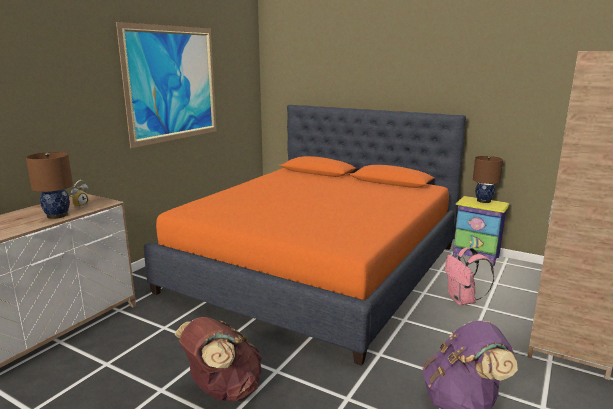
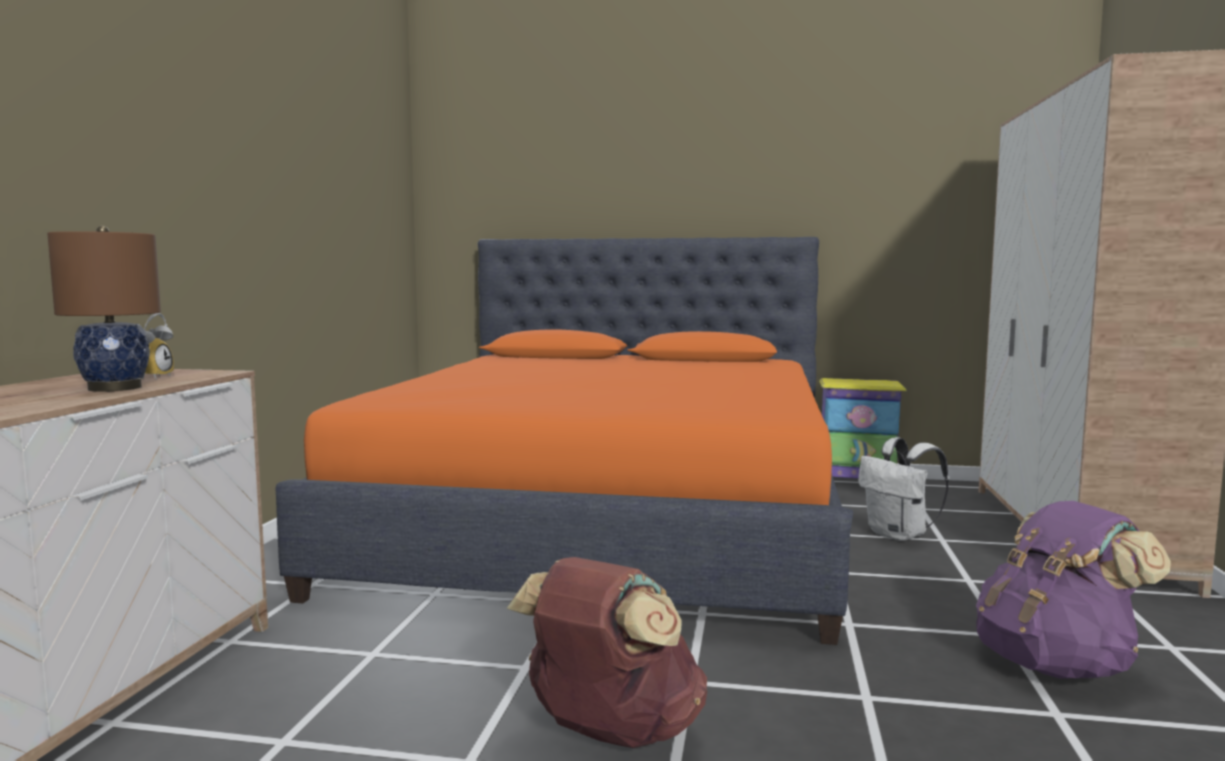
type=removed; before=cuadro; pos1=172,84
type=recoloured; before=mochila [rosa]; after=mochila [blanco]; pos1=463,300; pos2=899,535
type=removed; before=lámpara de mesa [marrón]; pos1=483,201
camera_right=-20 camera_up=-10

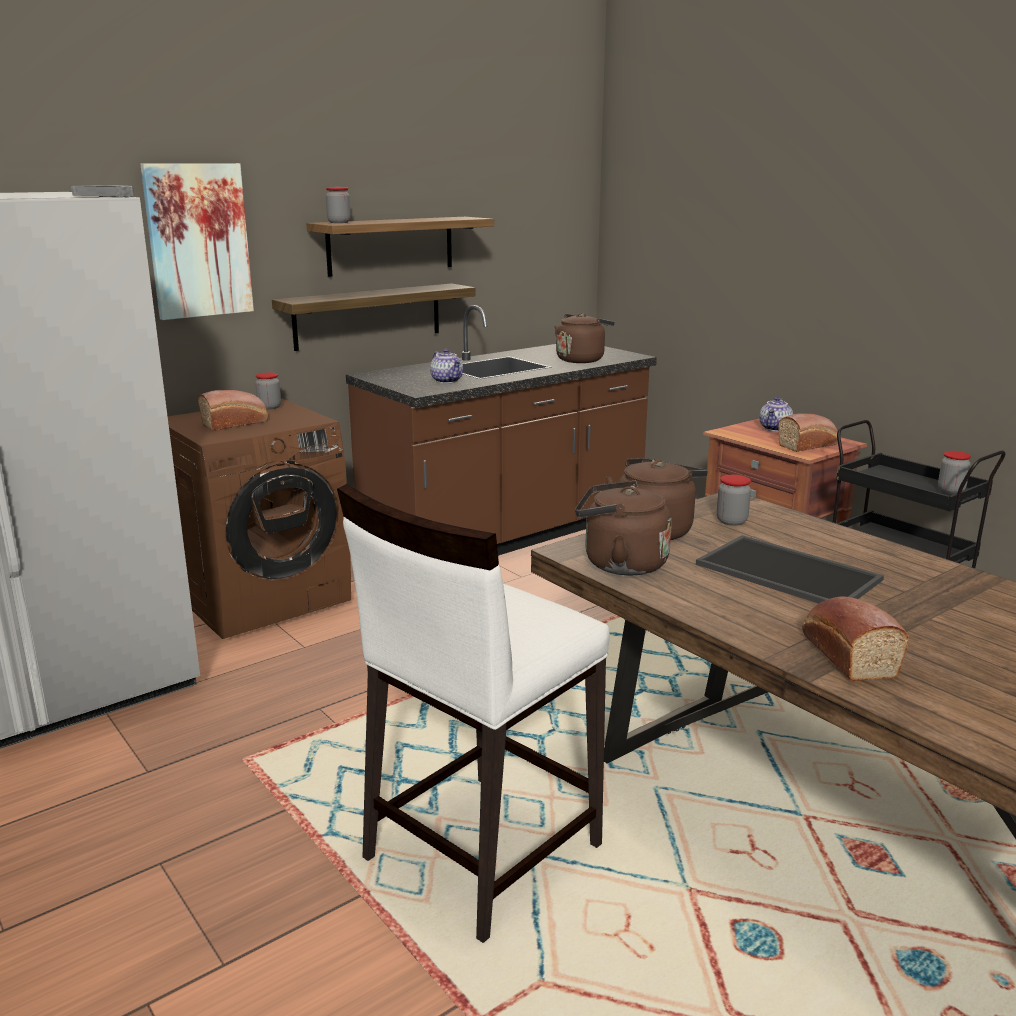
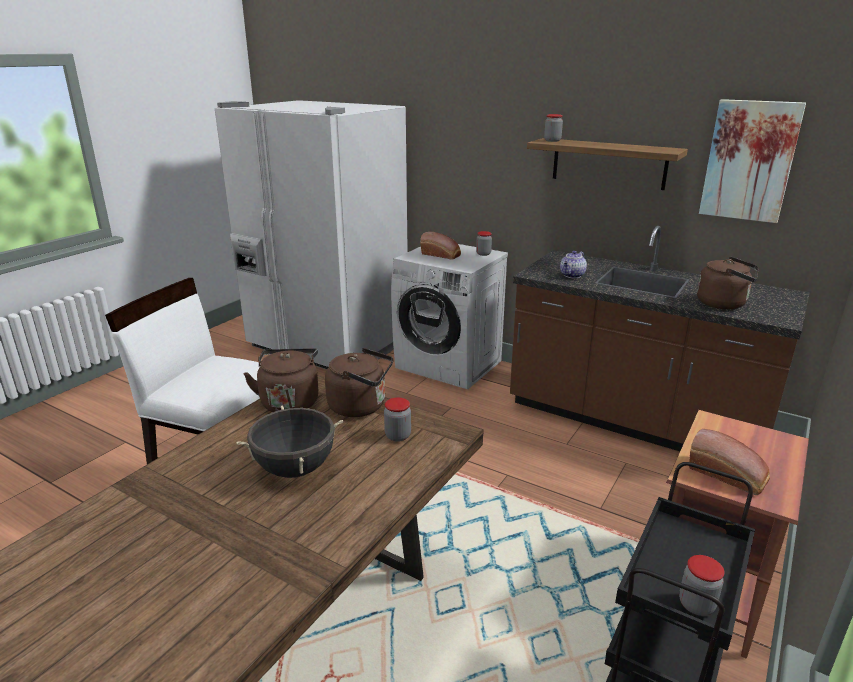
type=moved; before=cuadro; pos1=198,241; pos2=749,161
type=recoloured; before=lavadora [marrón]; after=lavadora [blanco]; pos1=265,602; pos2=449,367
type=removed; before=estante; pos1=368,316
type=replaced; before=bandeja; after=olla [negro]; pos1=790,572; pos2=295,469
type=removed; before=tetera; pos1=775,428
type=removed; before=pan; pos1=846,654
camera_right=70 camera_up=5

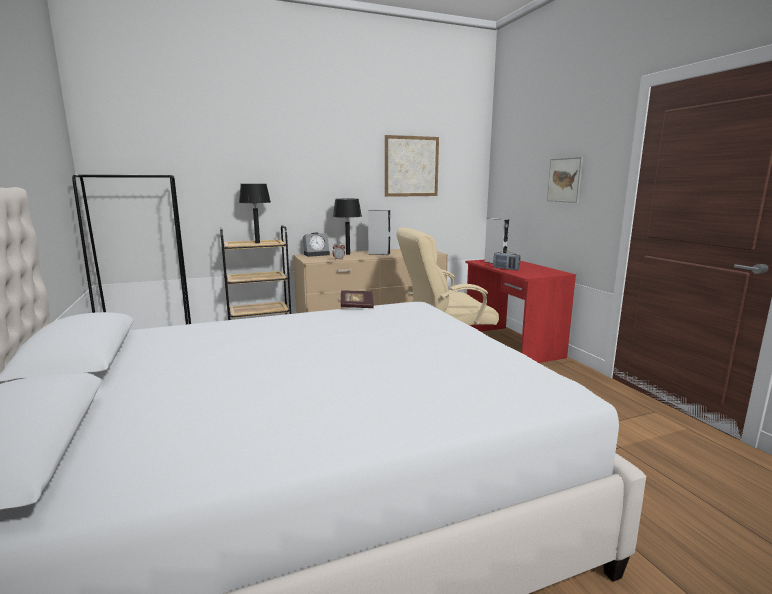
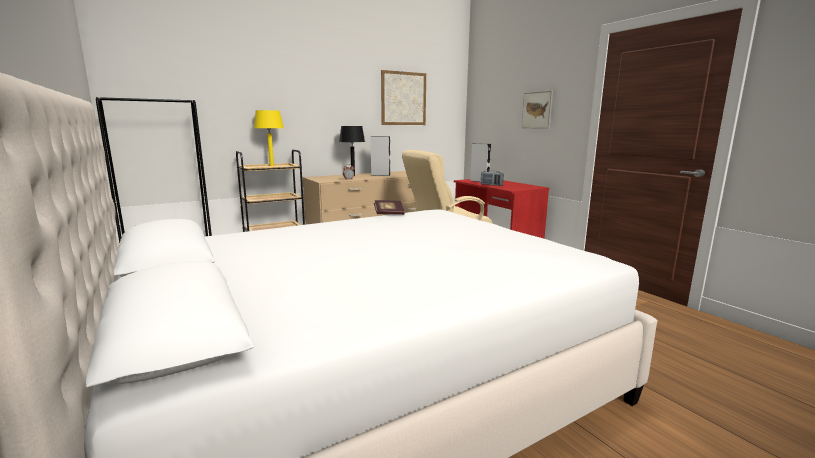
type=recoloured; before=lámpara de mesa [negro]; after=lámpara de mesa [amarillo]; pos1=257,243; pos2=271,166
type=removed; before=despertador; pos1=317,254
camera_right=-10 camera_up=0

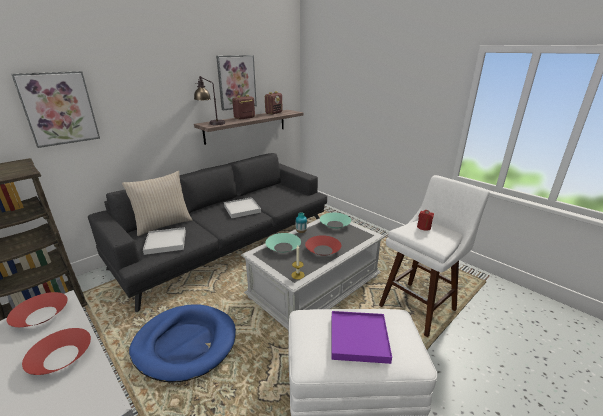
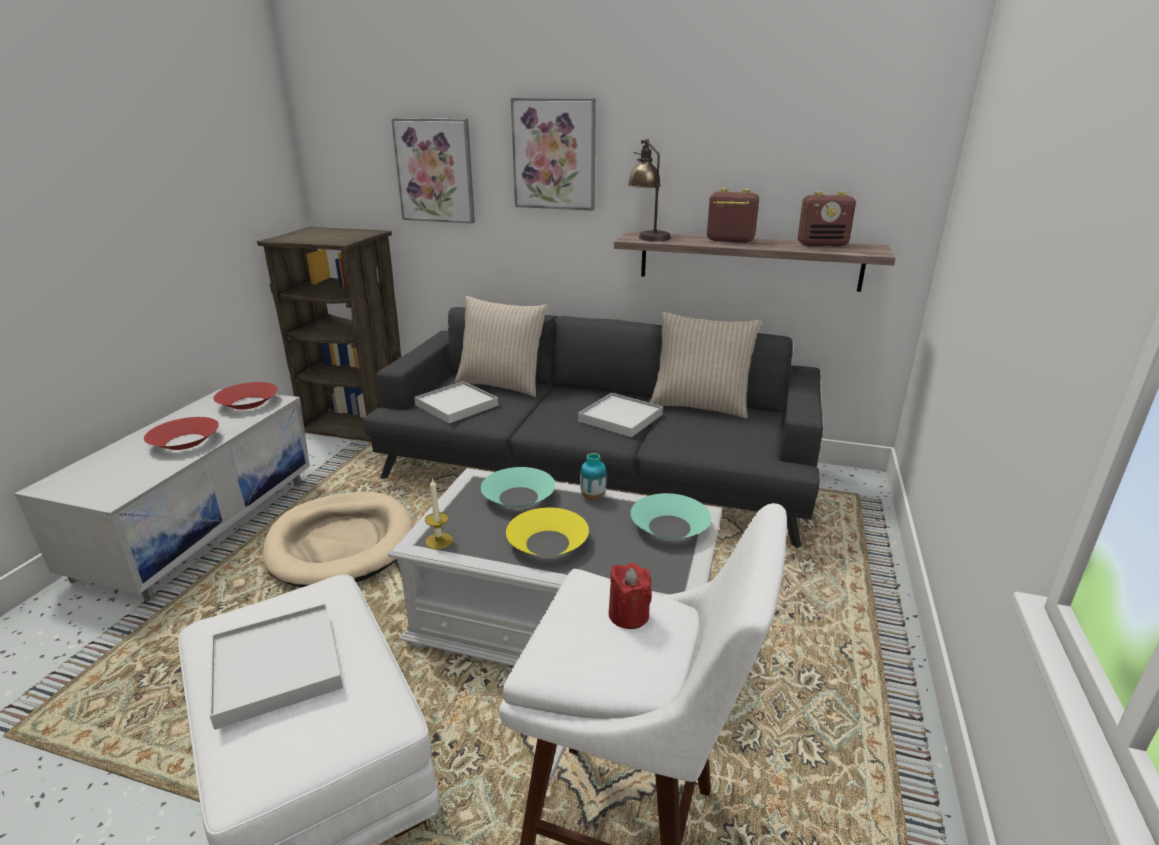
type=recoloured; before=cama para perro [azul]; after=cama para perro [beis]; pos1=185,343; pos2=341,543
type=moved; before=cuadro; pos1=236,82; pos2=554,154
type=recoloured; before=cuenco [rojo]; after=cuenco [amarillo]; pos1=322,250; pos2=547,542
type=recoloured; before=bandeja [morado]; after=bandeja [blanco]; pos1=358,338; pos2=276,667
type=added; after=cojín [beis]; pos2=700,406
camera_right=60 camera_up=0

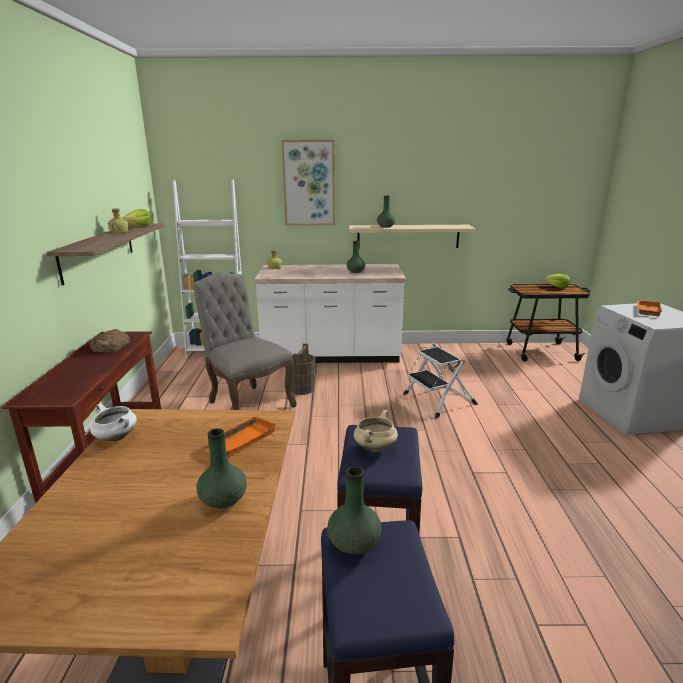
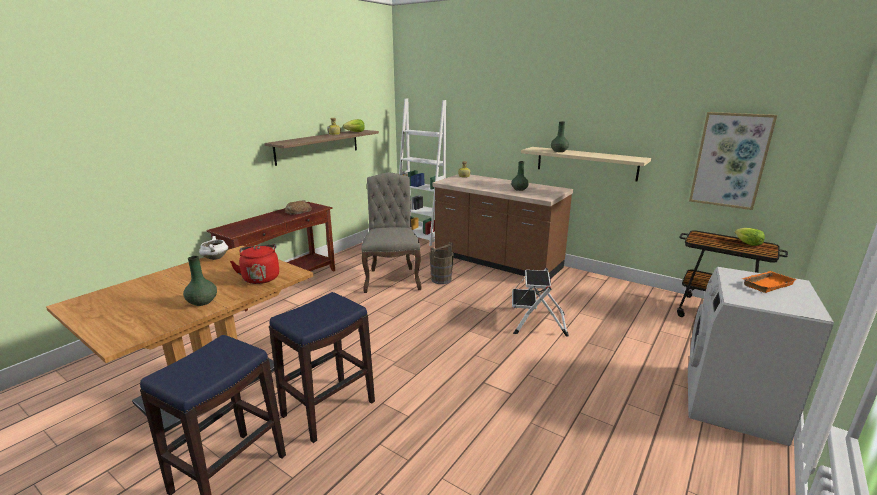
type=replaced; before=bandeja [naranja]; after=hervidor [rojo]; pos1=241,439; pos2=261,277
type=recoloured; before=mueble bajo de cocina [blanco]; after=mueble bajo de cocina [marrón]; pos1=331,355; pos2=497,262
type=moved; before=cuadro; pos1=309,183; pos2=730,160
type=removed; before=florero [verde]; pos1=355,543
type=removed; before=olla [beis]; pos1=375,447
camera_right=35 camera_up=0

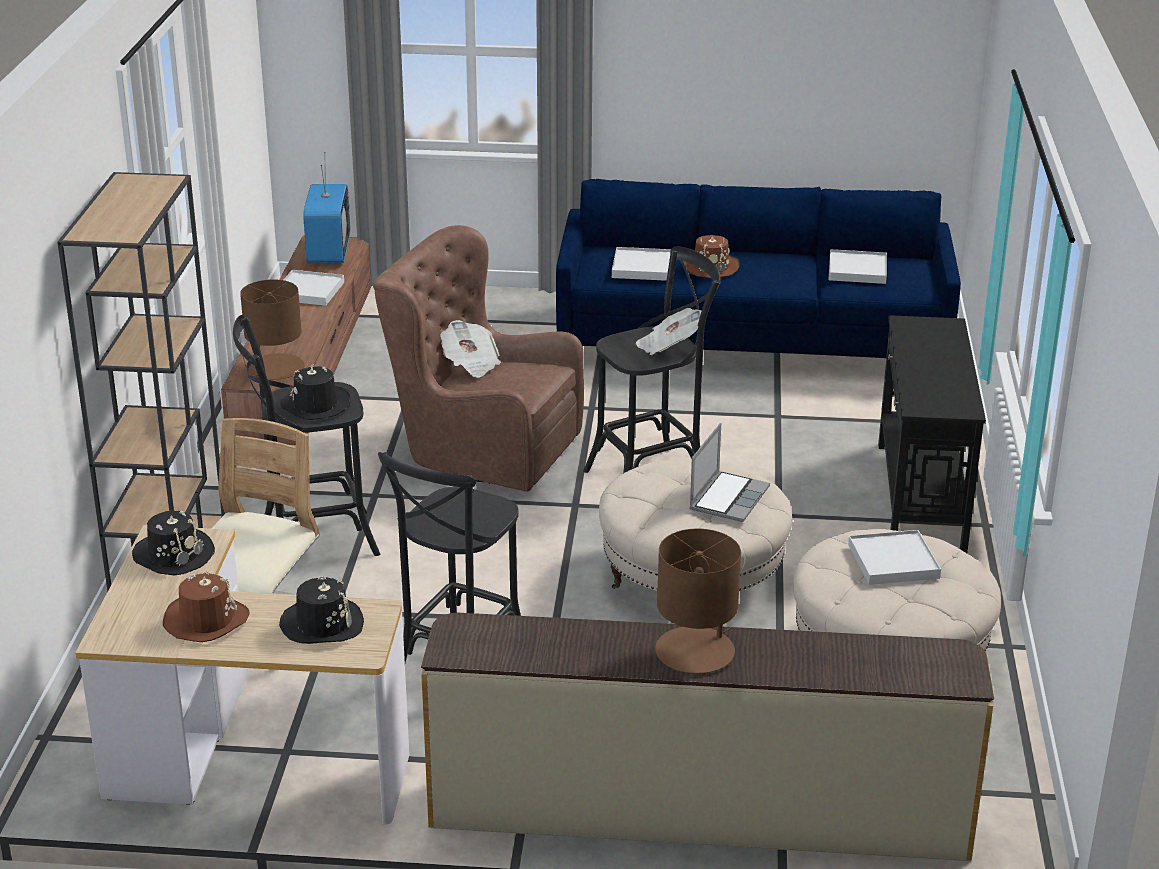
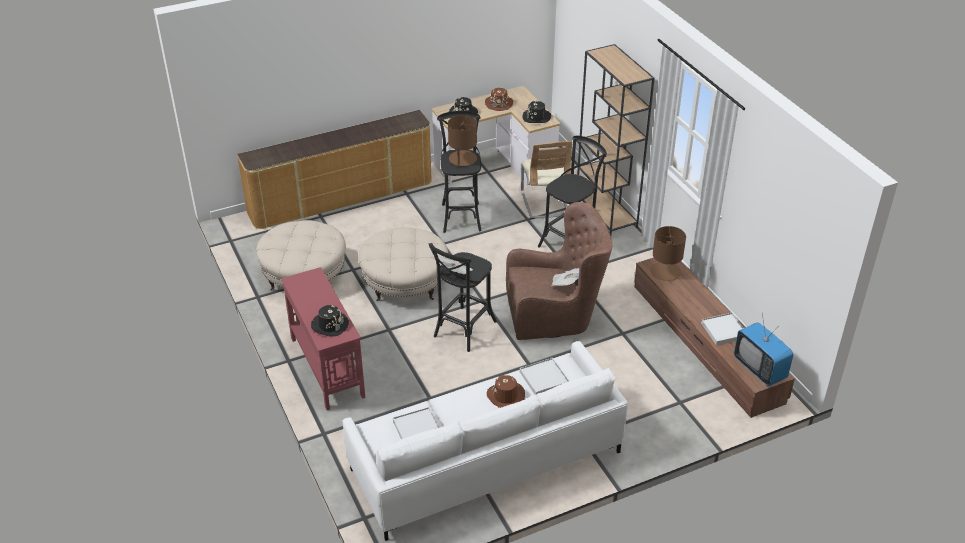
type=moved; before=sombrero [negro]; pos1=315,405; pos2=330,325
type=recoloured; before=sofá [azul]; after=sofá [blanco]; pos1=752,342; pos2=485,460
type=moved; before=lámpara de mesa [marrón]; pos1=696,651; pos2=462,159
type=removed; before=portátil; pos1=728,498
type=removed; before=bandeja [blanco]; pos1=893,561
type=recoloured; before=mesa consola [negro]; after=mesa consola [rojo]; pos1=919,497; pos2=327,366
camera_right=150 camera_up=10

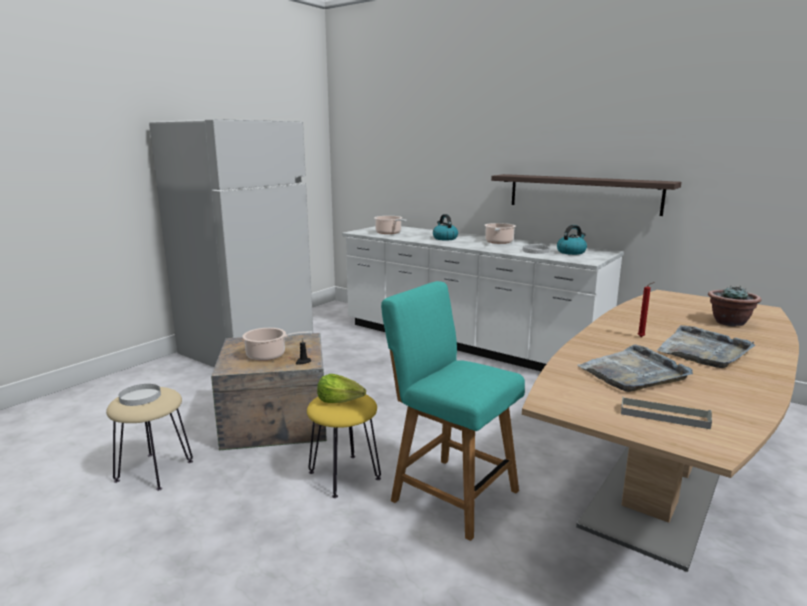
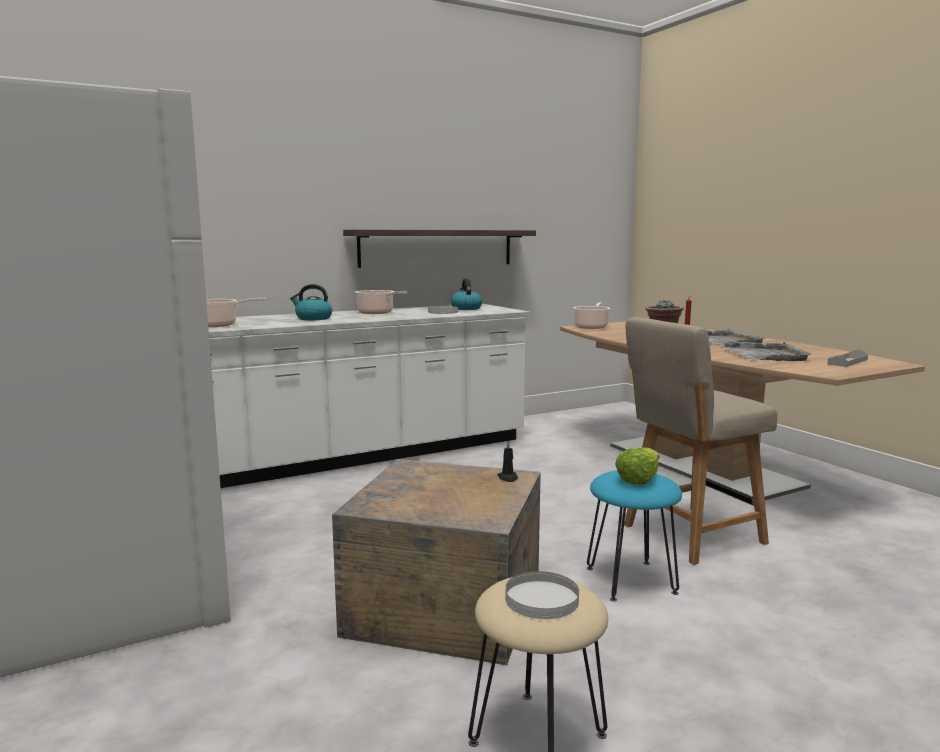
type=moved; before=olla; pos1=269,355; pos2=591,327
type=recoloured; before=taburete [amarillo]; after=taburete [turquesa]; pos1=344,475; pos2=630,580
type=recoloured; before=silla [turquesa]; after=silla [beis]; pos1=450,493; pos2=688,535
camera_right=-65 camera_up=-5

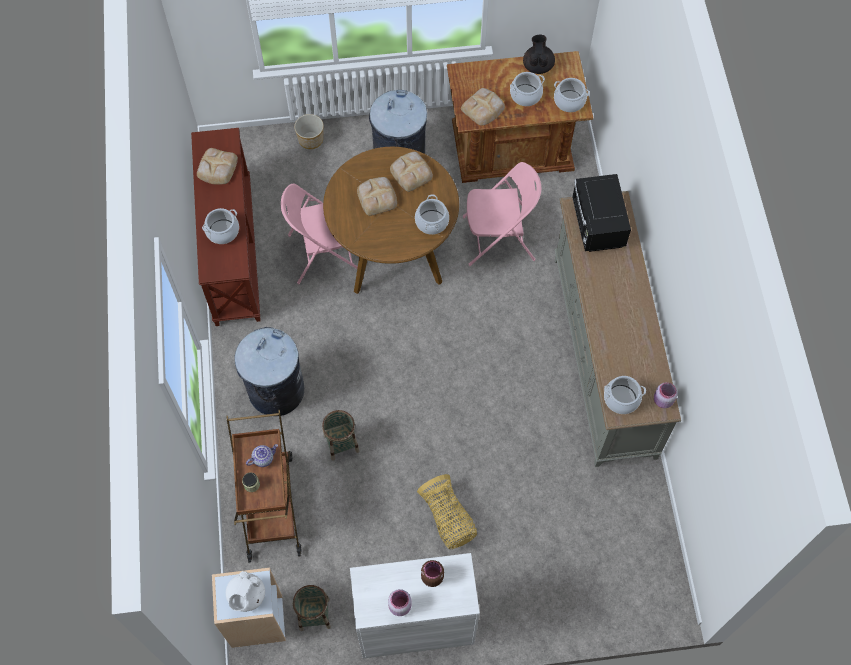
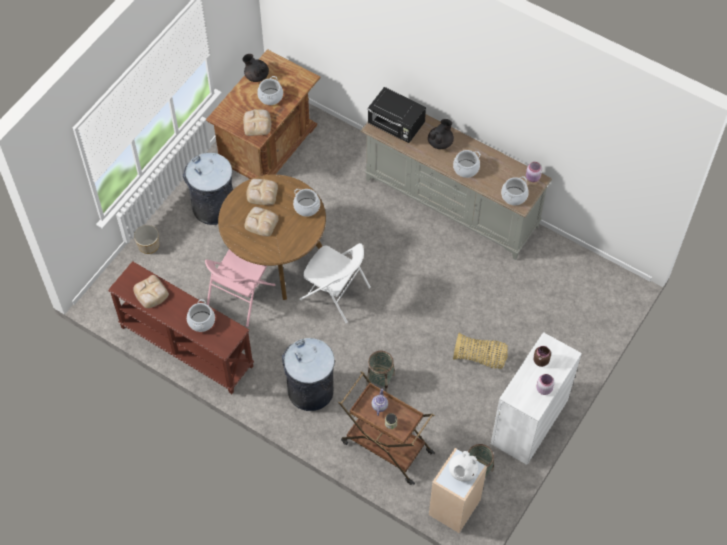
type=turned; before=tetera [blanco]; pos1=246,596; pos2=462,472; turn=60
type=removed; before=silla [rosa]; pos1=498,238
type=moved; before=olla; pos1=569,101; pos2=466,168
type=added; after=silla [blanco]; pos2=335,293
type=added; after=tetera [negro]; pos2=440,142
camera_right=-50 camera_up=-5

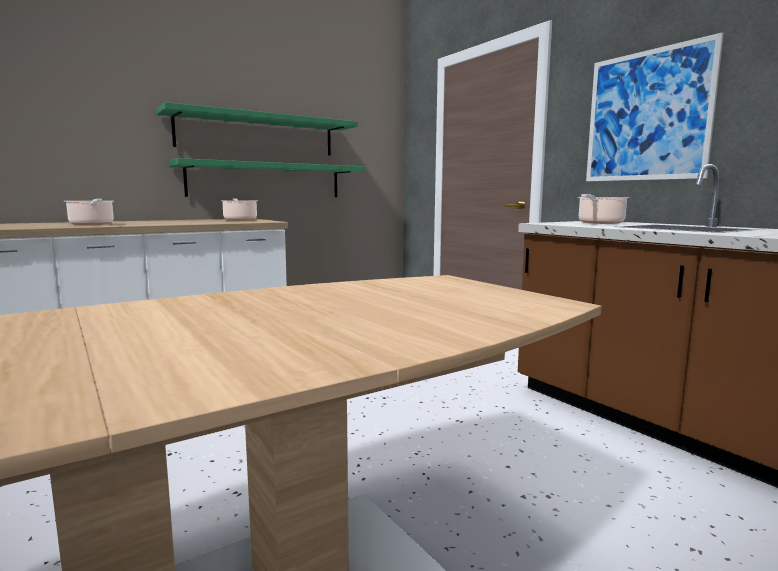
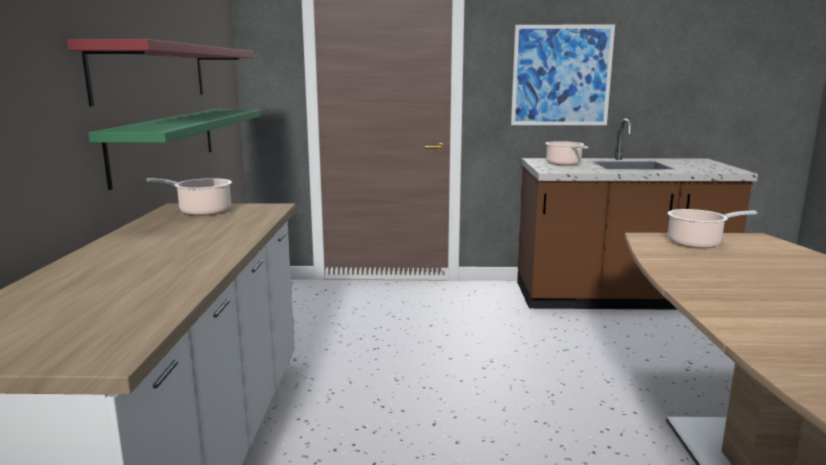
type=moved; before=olla; pos1=92,224; pos2=697,243
type=recoloured; before=estante [verde]; after=estante [rojo]; pos1=257,134; pos2=154,73
camera_right=-55 camera_up=5

